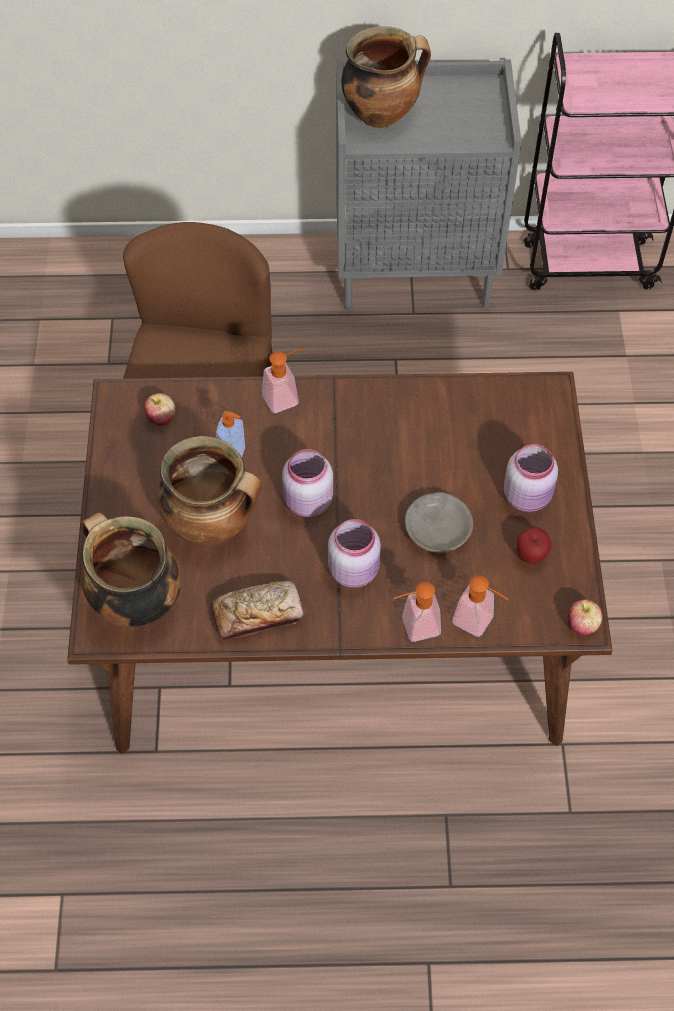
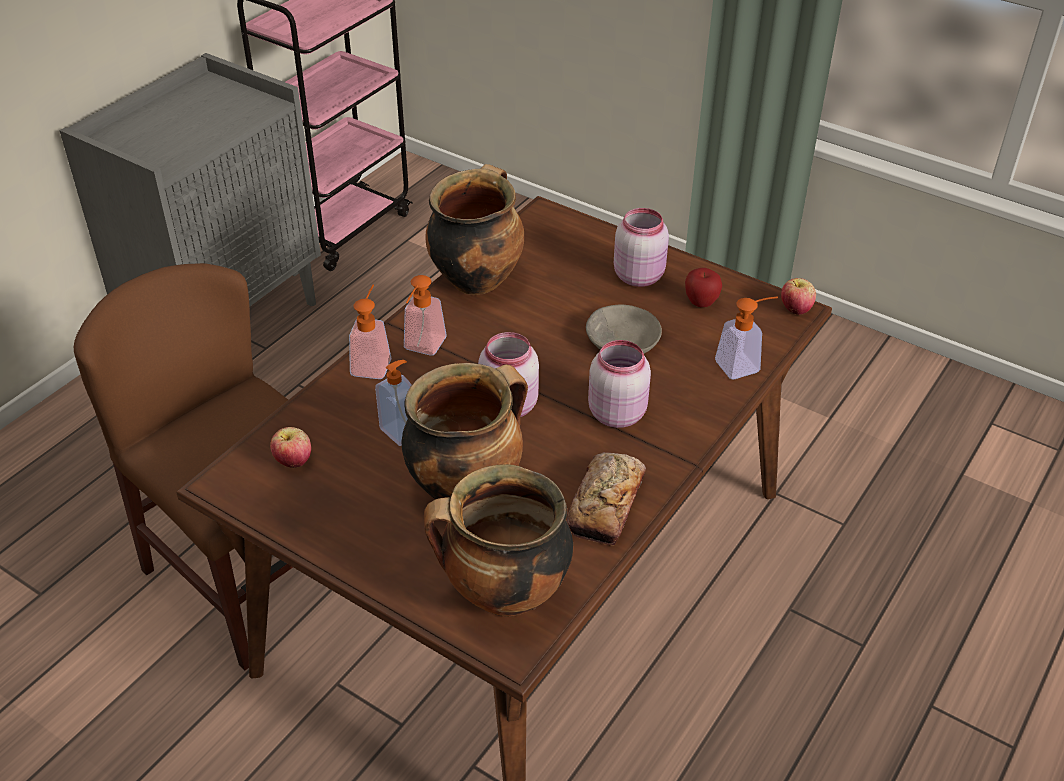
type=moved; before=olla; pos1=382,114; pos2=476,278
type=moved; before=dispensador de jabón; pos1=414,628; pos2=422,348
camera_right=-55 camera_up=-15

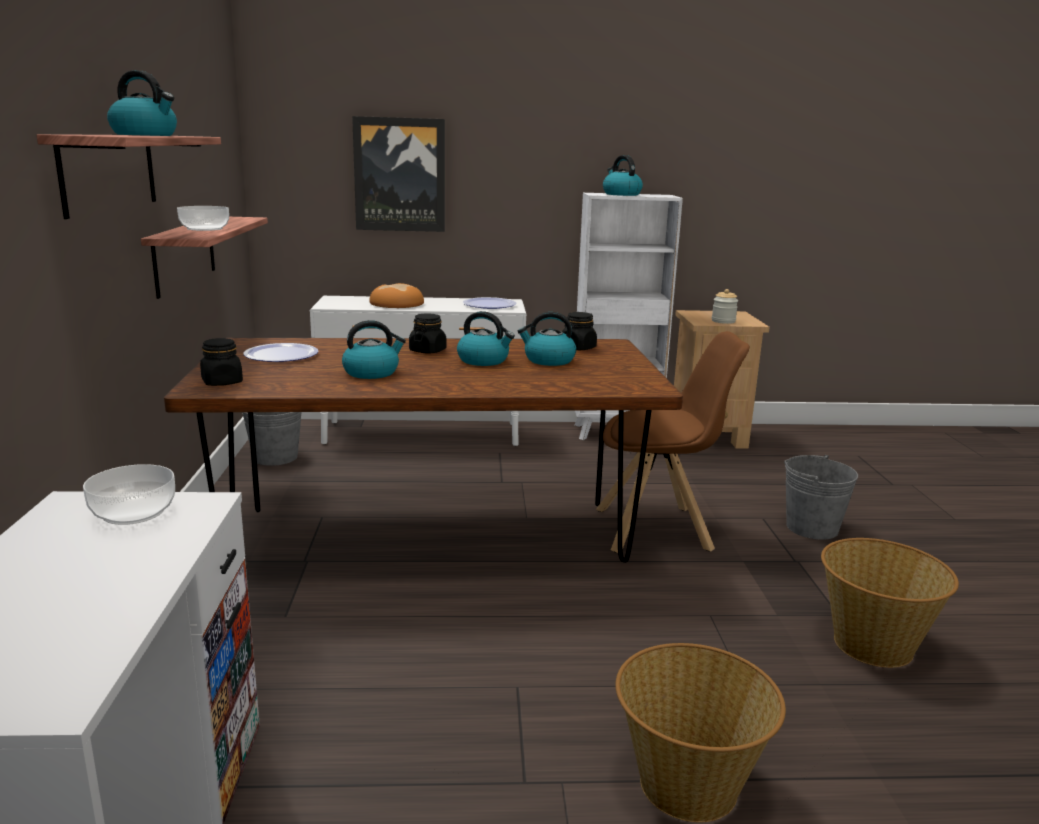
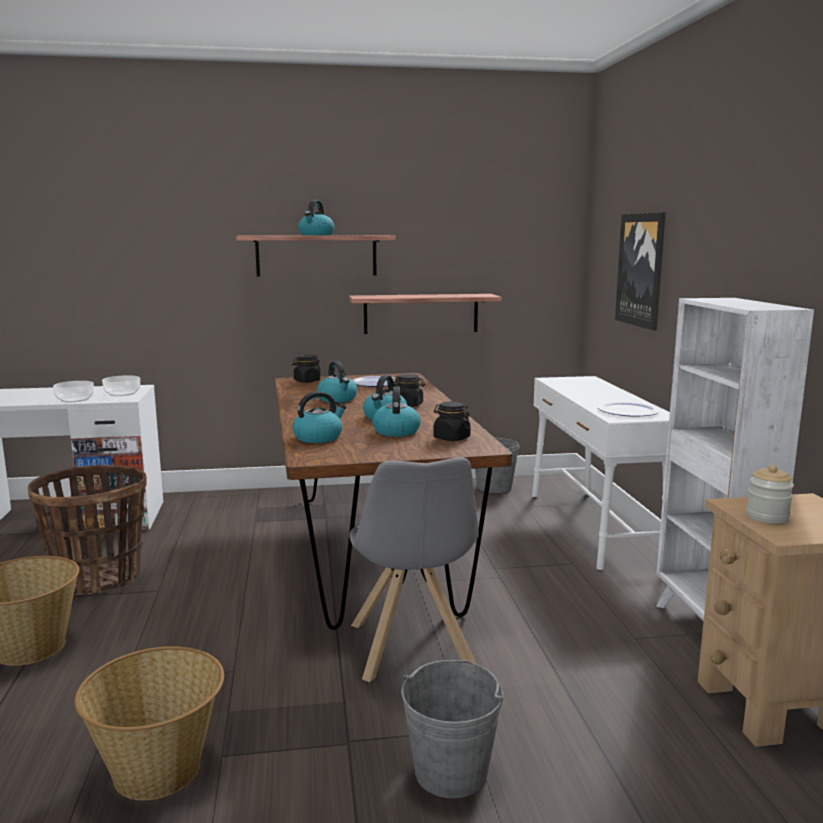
type=moved; before=cuenco; pos1=205,229; pos2=74,399
type=removed; before=pan; pos1=397,304
type=recoloured; before=silla [marrón]; after=silla [gris]; pos1=659,529; pos2=412,650
type=moved; before=hervidor; pos1=621,194; pos2=318,437
type=added; after=cesta; pos2=98,579
camera_right=85 camera_up=-5

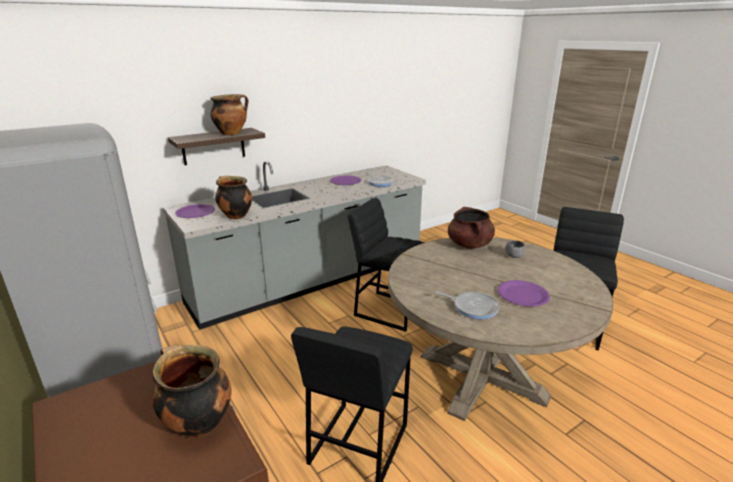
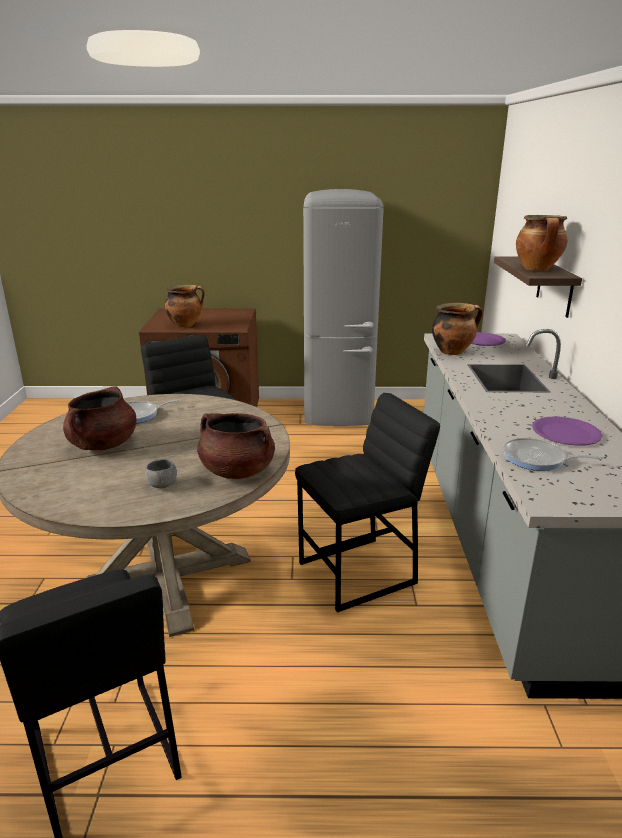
type=replaced; before=plato [morado]; after=olla [marrón]; pos1=523,294; pos2=103,444
camera_right=125 camera_up=0

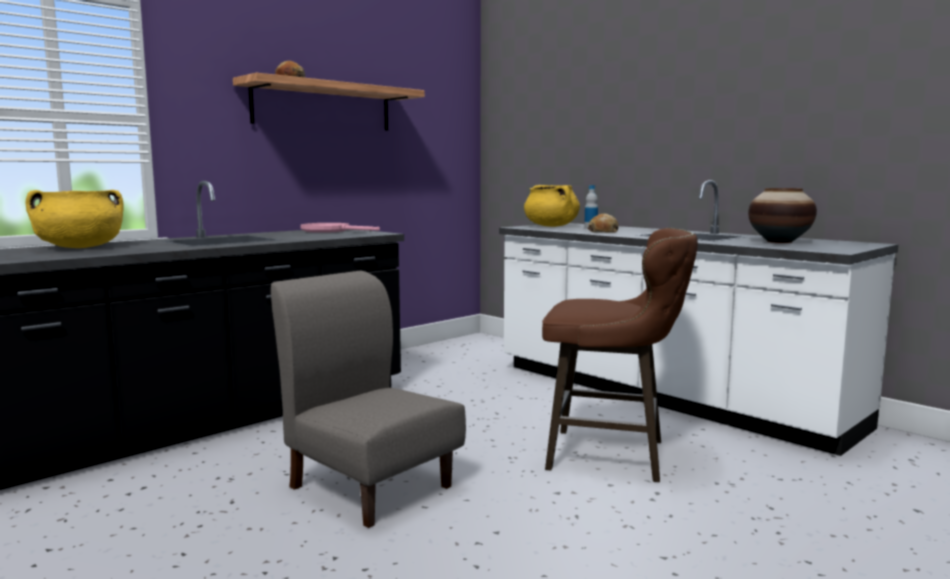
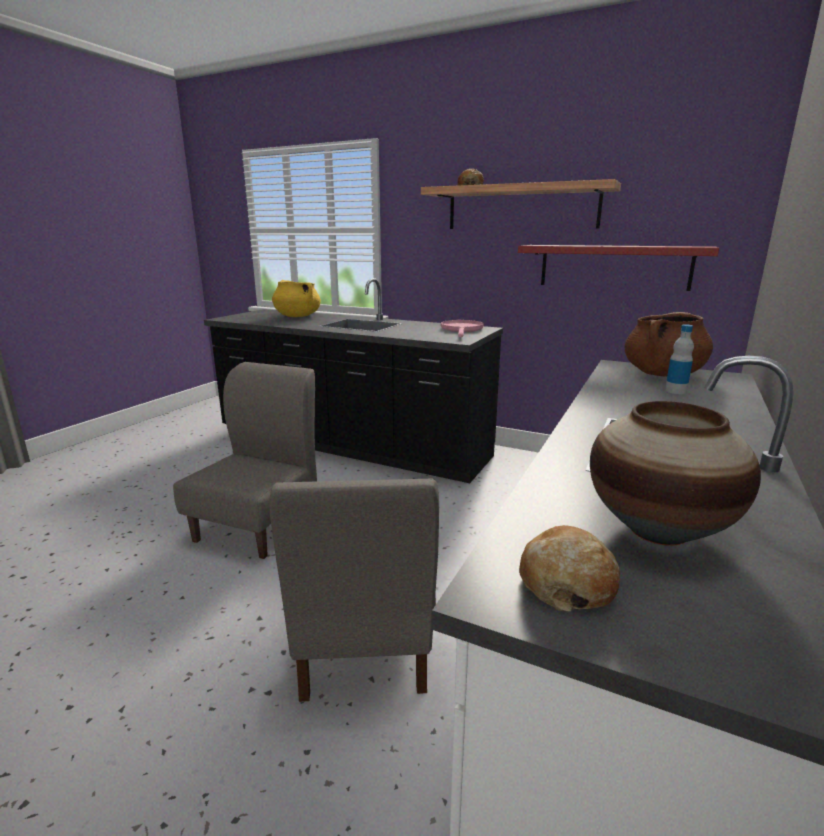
type=recoloured; before=olla [amarillo]; after=olla [marrón]; pos1=551,226; pos2=662,374
type=replaced; before=taburete [marrón]; after=silla [gris]; pos1=613,455; pos2=364,645
type=moved; before=pan; pos1=603,231; pos2=566,583
type=added; after=estante [rojo]; pos2=614,266
camera_right=70 camera_up=10

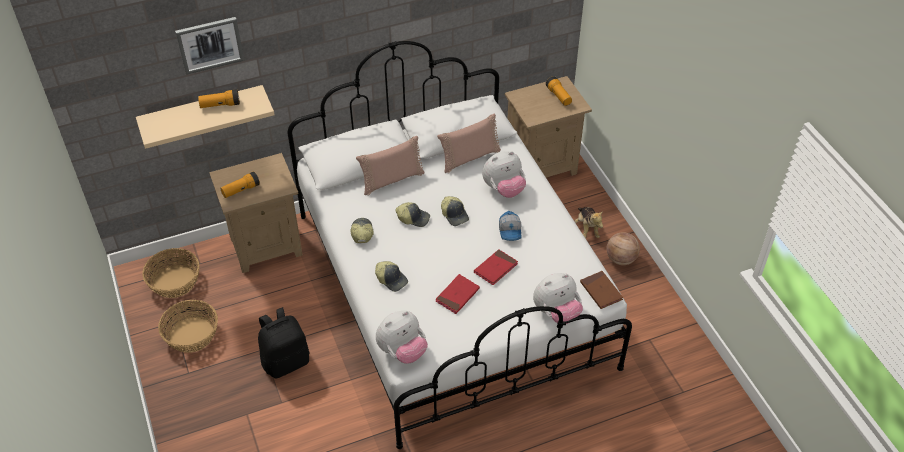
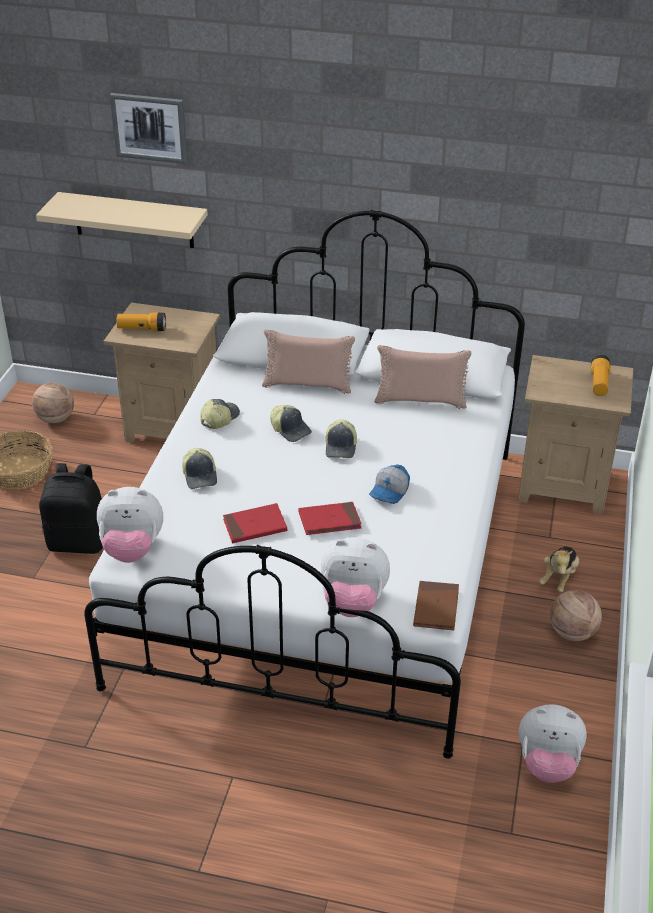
type=replaced; before=cesta; after=balón de baloncesto; pos1=175,281; pos2=55,419
type=removed; before=linterna; pos1=220,105
type=moved; before=peluche; pos1=504,189; pos2=547,764
camera_right=35 camera_up=-10

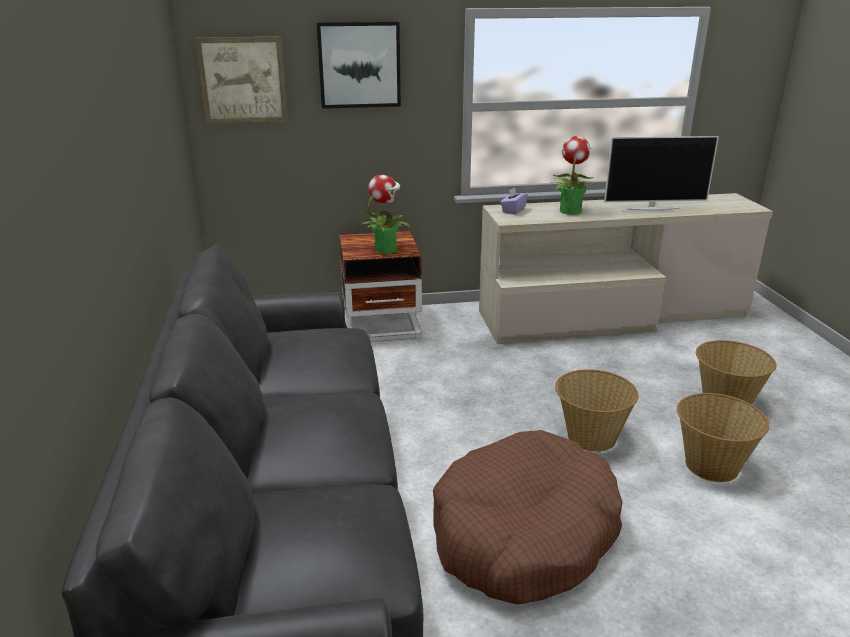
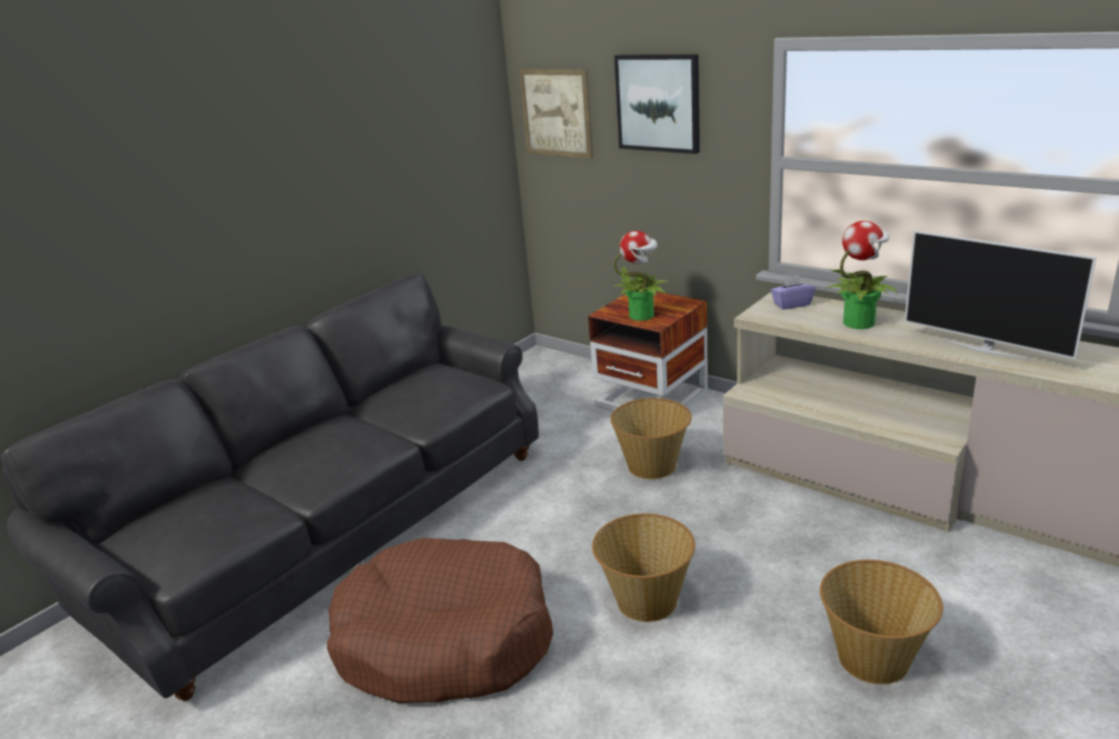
type=moved; before=cesta; pos1=711,465; pos2=652,465
camera_right=50 camera_up=0

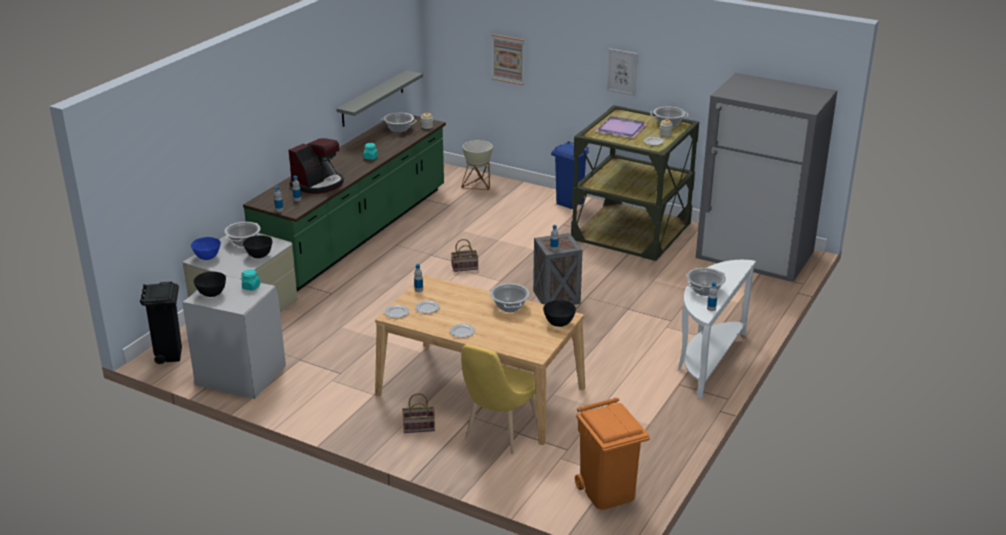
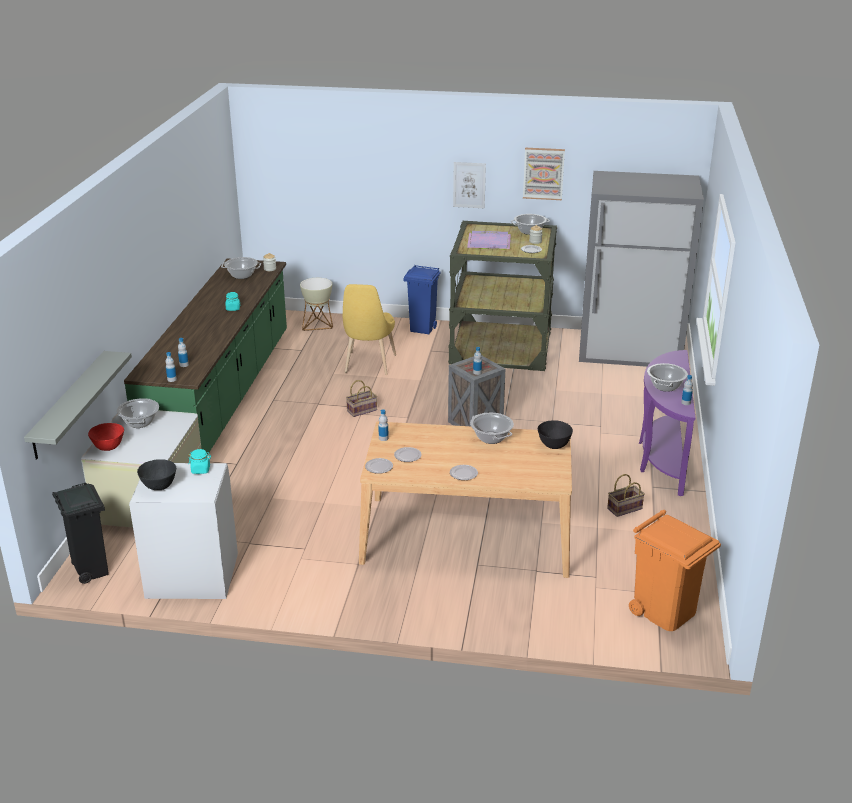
type=recoloured; before=cuenco [azul]; after=cuenco [rojo]; pos1=207,257; pos2=108,447
type=removed; before=cuenco [negro]; pos1=259,256
type=removed; before=cafetera; pos1=318,184
type=moved; before=estante [gris]; pos1=373,98; pos2=69,404
type=moved; before=cesta; pos1=418,427; pos2=624,509
type=moved; before=silla [amarillo]; pos1=499,434; pos2=368,366
type=moved; before=cuadro; pos1=508,59; pos2=543,173
type=recoloured; before=mesa consola [blanco]; after=mesa consola [morado]; pos1=707,360; pos2=661,458
camera_right=-20 camera_up=0

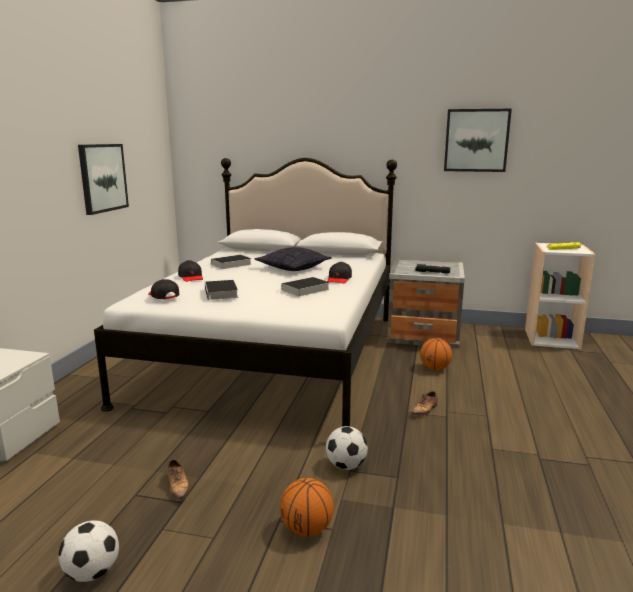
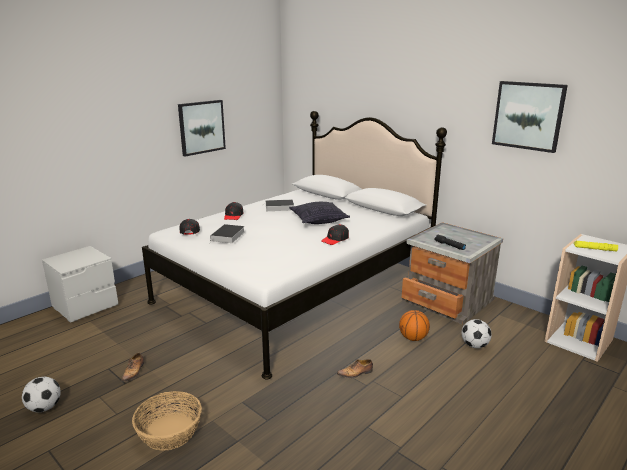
type=removed; before=libro; pos1=304,290
type=replaced; before=balón de baloncesto; after=cesta; pos1=306,529; pos2=169,432
type=moved; before=balón de fútbol; pos1=346,465; pos2=474,345
camera_right=30 camera_up=5

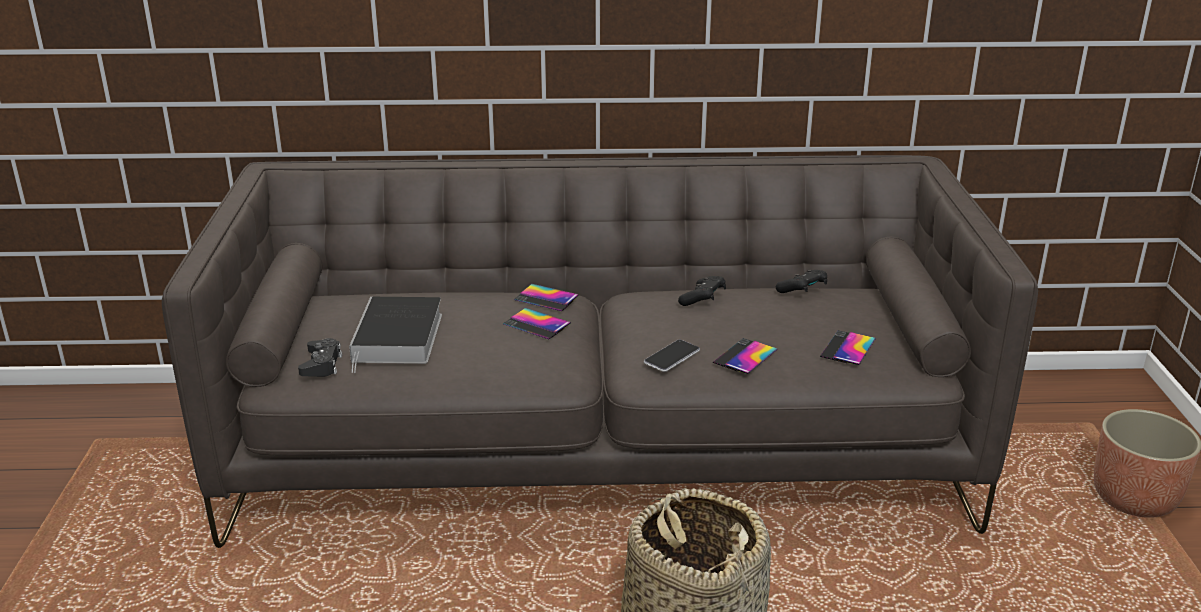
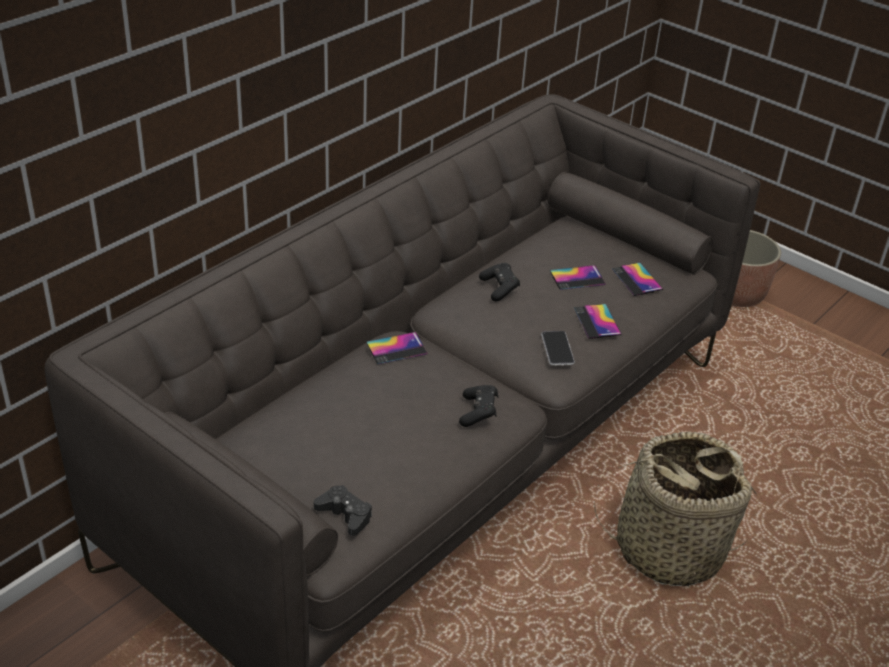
type=removed; before=libro; pos1=398,339
type=moved; before=móvil; pos1=537,324; pos2=577,278
type=moved; before=mando de consola [negro]; pos1=803,291; pos2=478,413
camera_right=-50 camera_up=10

